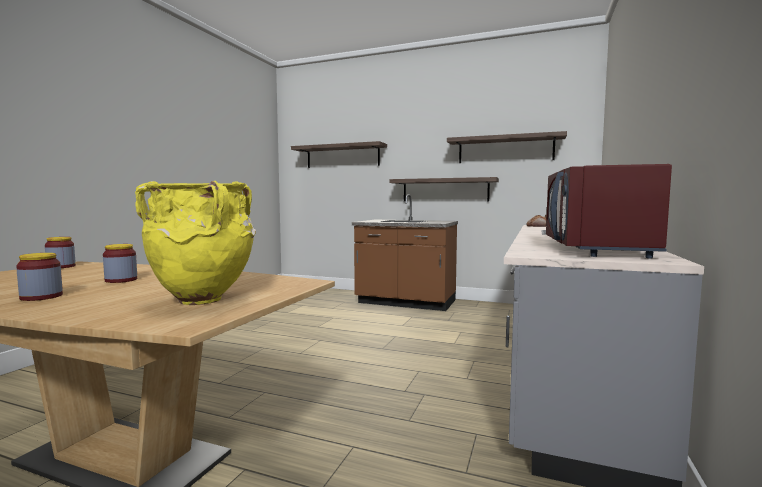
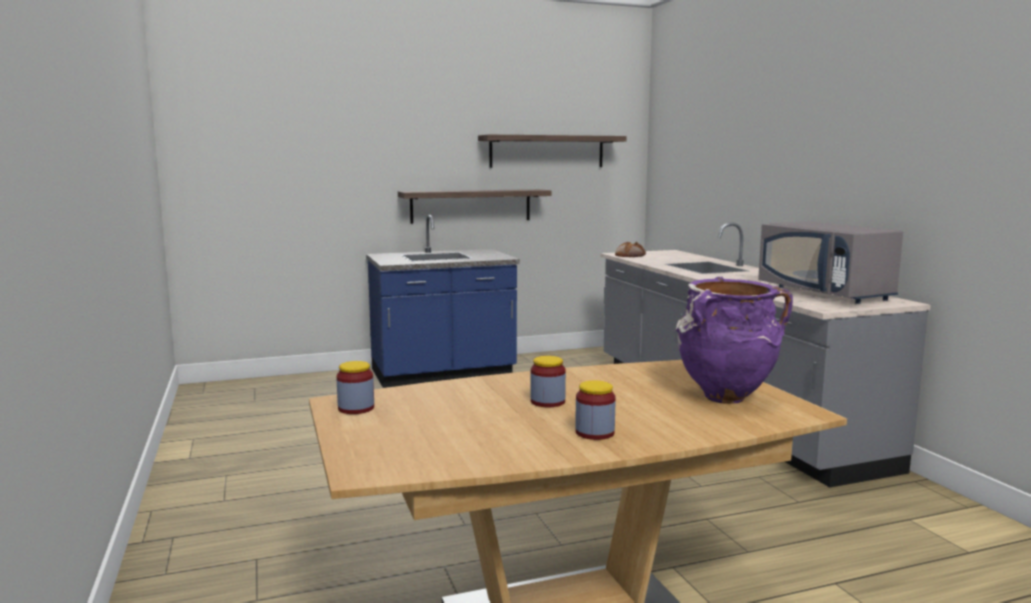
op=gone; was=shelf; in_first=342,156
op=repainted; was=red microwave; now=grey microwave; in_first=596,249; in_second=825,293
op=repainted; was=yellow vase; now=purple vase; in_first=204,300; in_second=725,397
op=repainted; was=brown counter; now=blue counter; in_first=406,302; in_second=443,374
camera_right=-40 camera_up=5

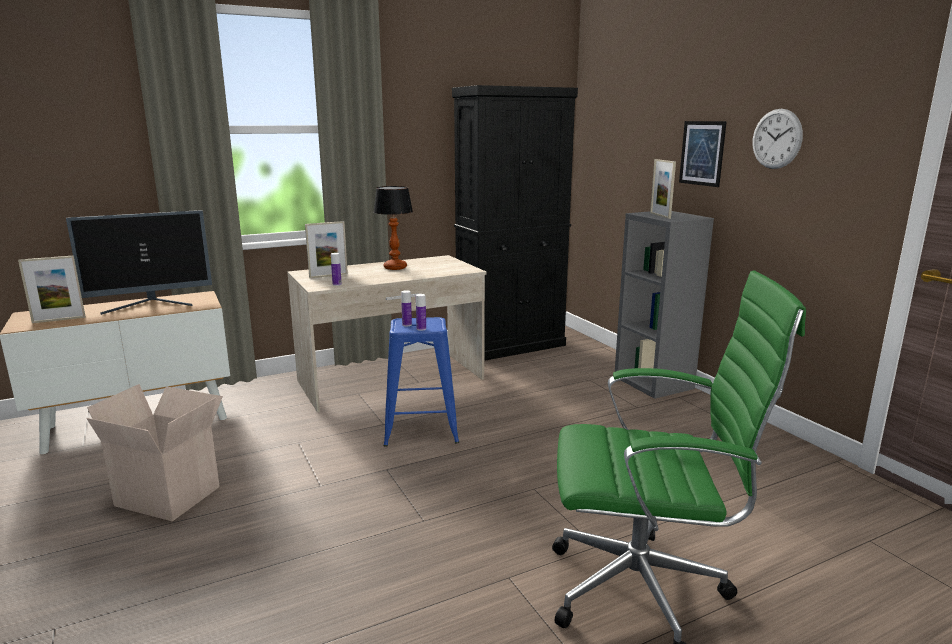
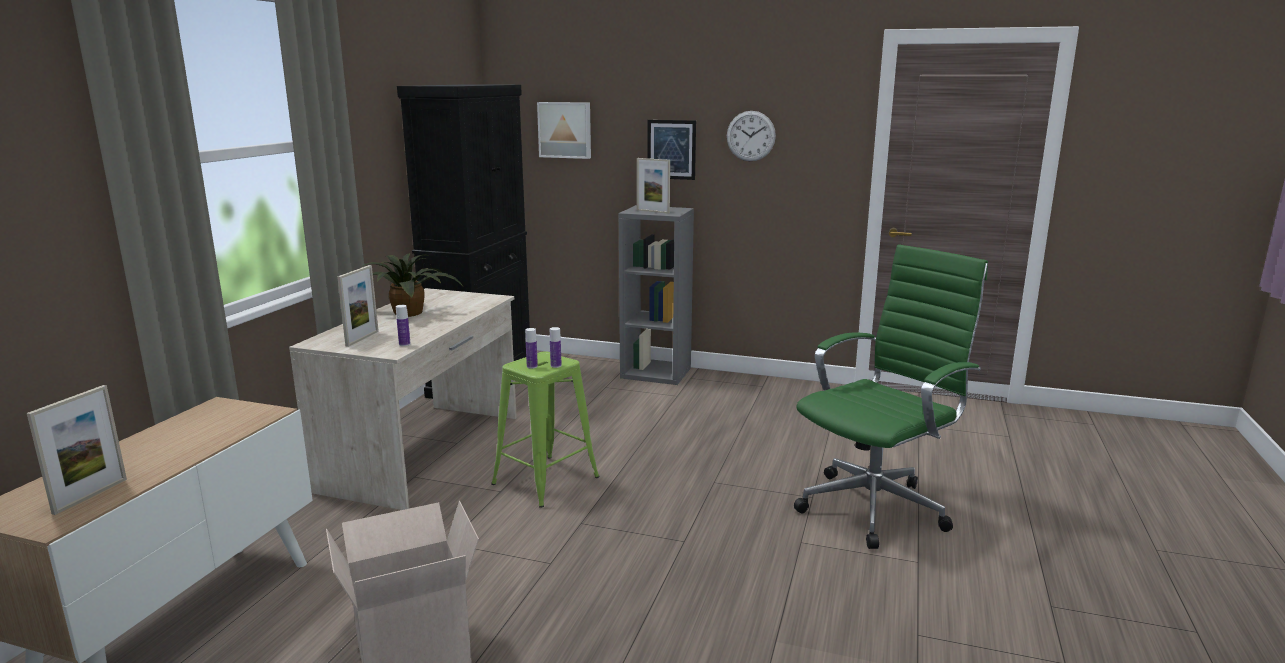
op=swapped; was=table lamp; now=potted plant; in_first=395,267; in_second=411,312
op=gone; was=monitor; in_first=151,305
op=repainted; was=blue stool; now=green stool; in_first=422,429; in_second=546,480
op=new; now=picture; in_second=565,130
camera_right=-45 camera_up=0

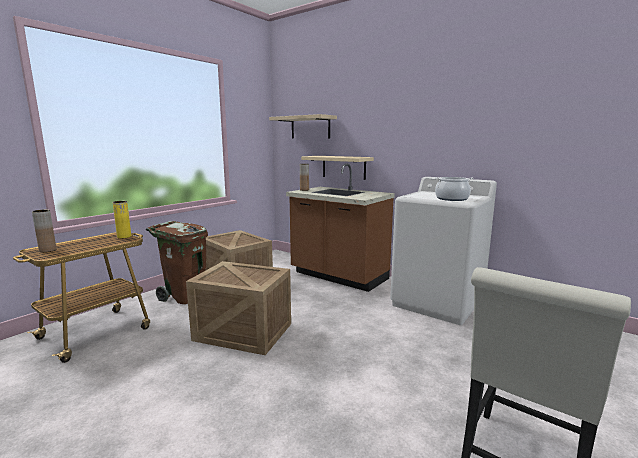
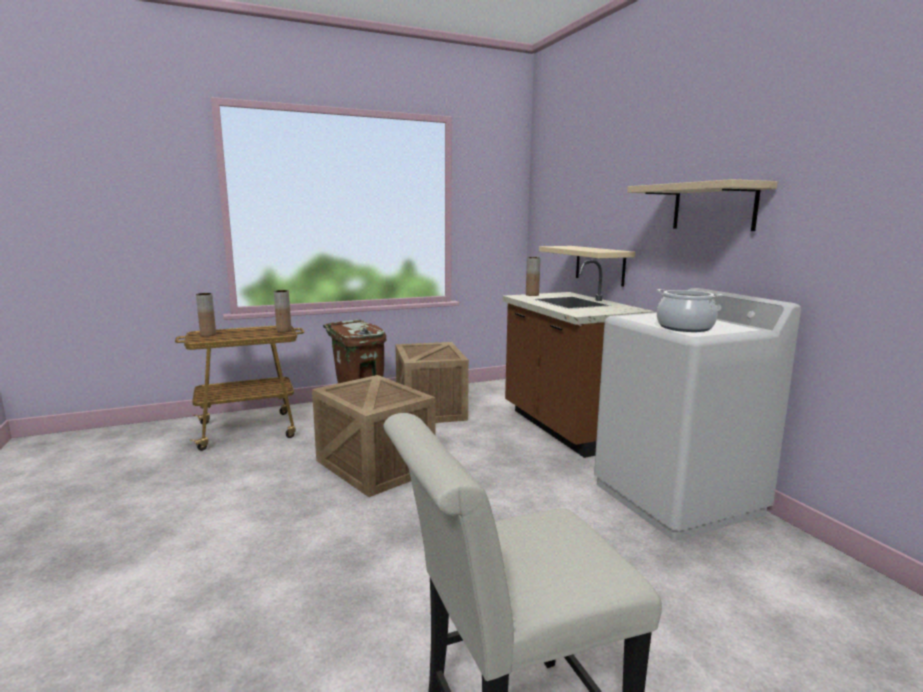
op=shifted; was=beige shelf; in_first=310,127; in_second=713,207
op=repainted; was=yellow vase; now=brown vase; in_first=124,237; in_second=284,330
camera_right=30 camera_up=0

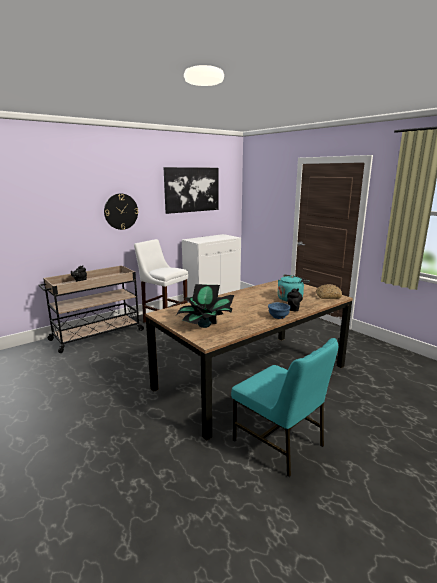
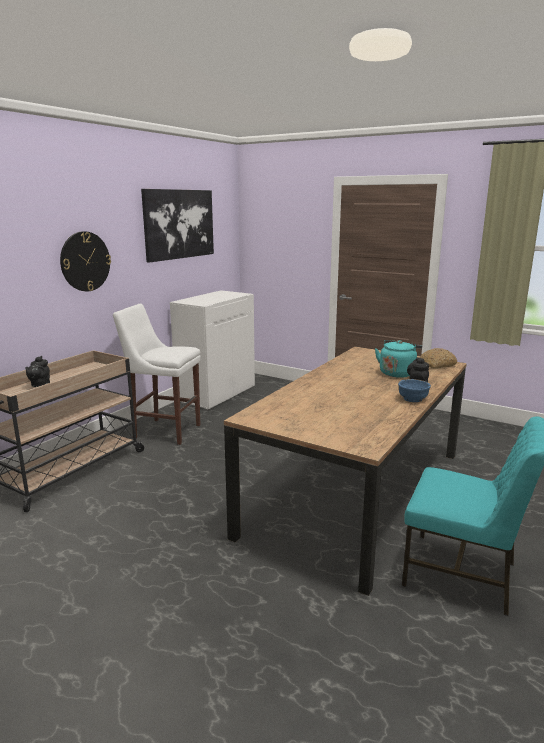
op=gone; was=potted plant; in_first=205,325
camera_right=-20 camera_up=0

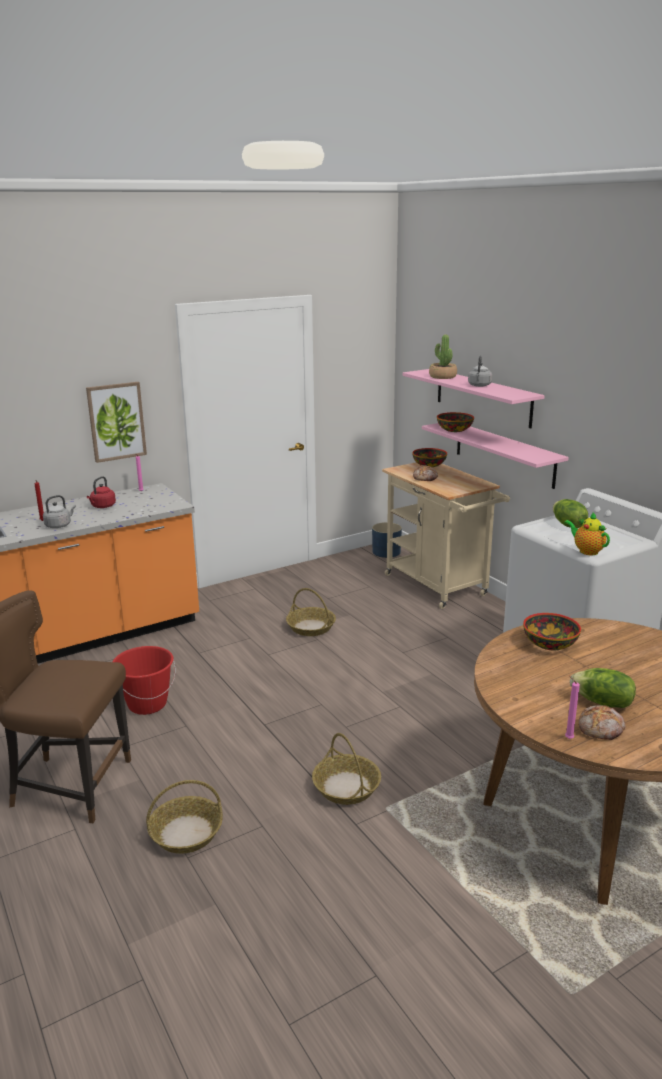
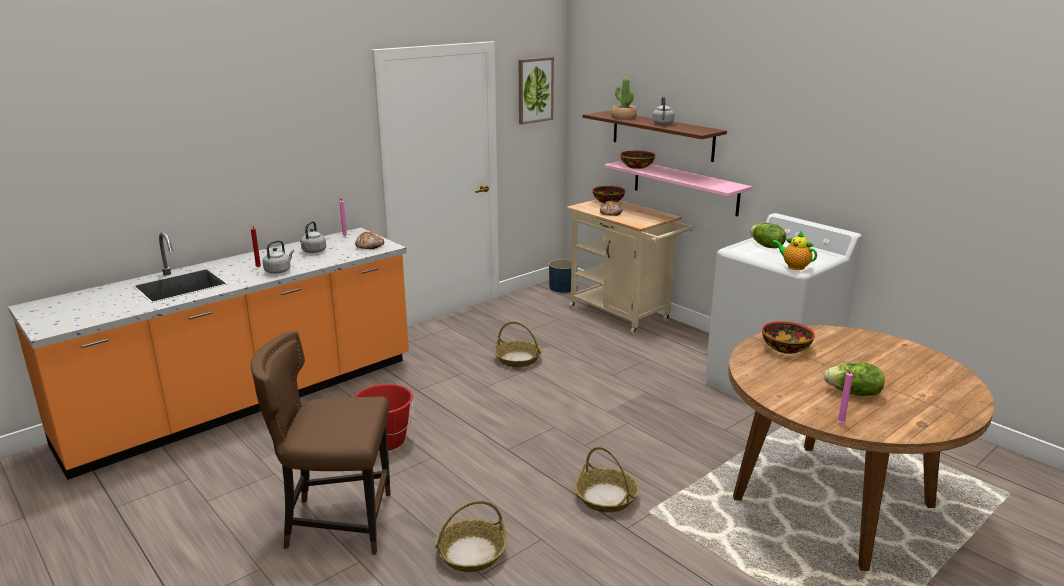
op=repainted; was=pink shelf; now=brown shelf; in_first=483,397; in_second=662,135
op=shifted; was=picture; in_first=116,421; in_second=535,90
op=repainted; was=red kettle; now=grey kettle; in_first=102,506; in_second=313,251
op=shifted; was=bread; in_first=601,729; in_second=370,246
camera_right=-10 camera_up=0

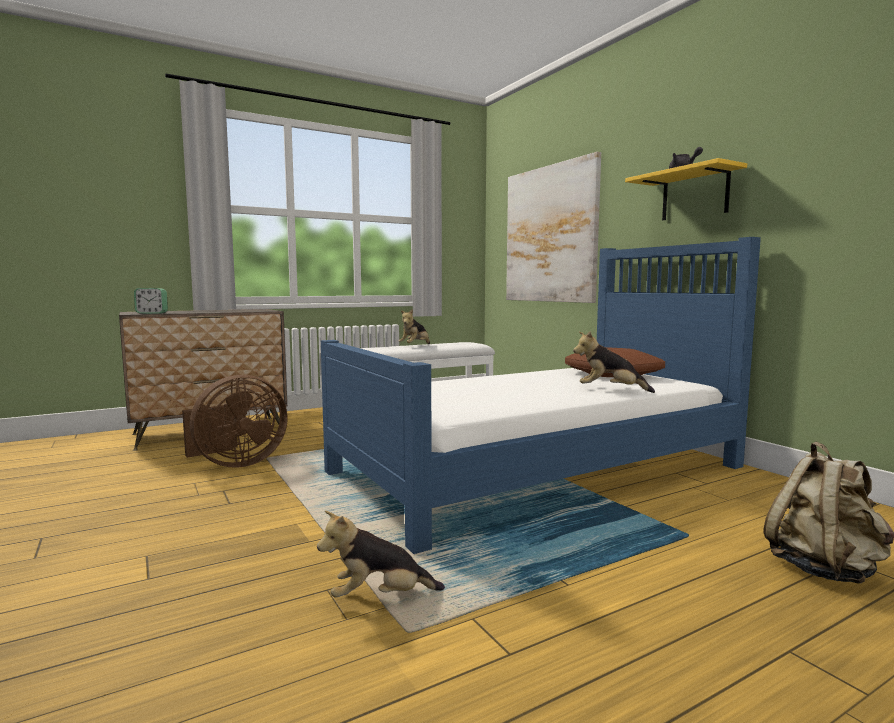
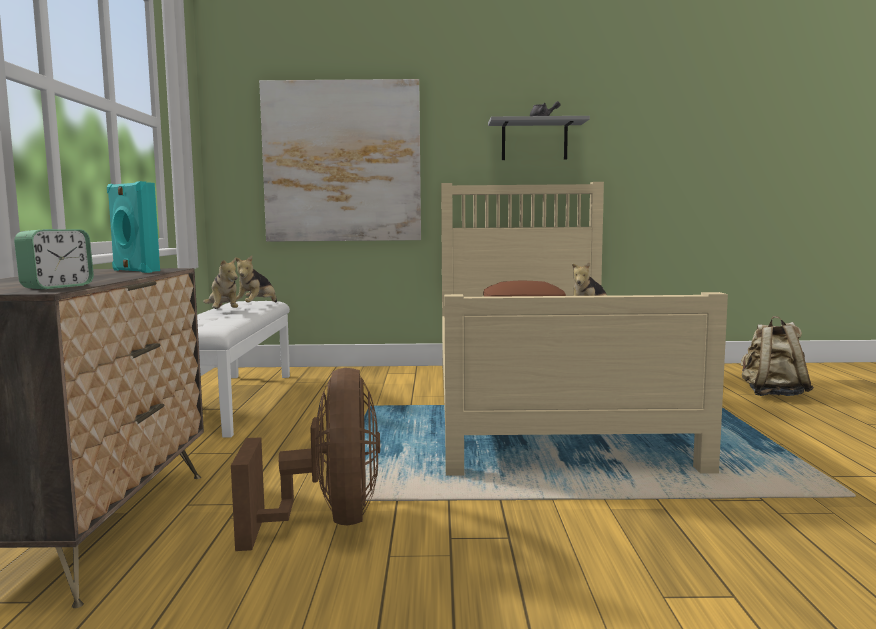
op=repainted; was=yellow shelf; now=grey shelf; in_first=695,195; in_second=534,140
op=repainted; was=blue bed; now=beige bed; in_first=538,469; in_second=542,405
op=shifted; was=plush toy; in_first=379,597; in_second=256,306
op=new; now=turquoise speaker; in_second=134,271
camera_right=-60 camera_up=0

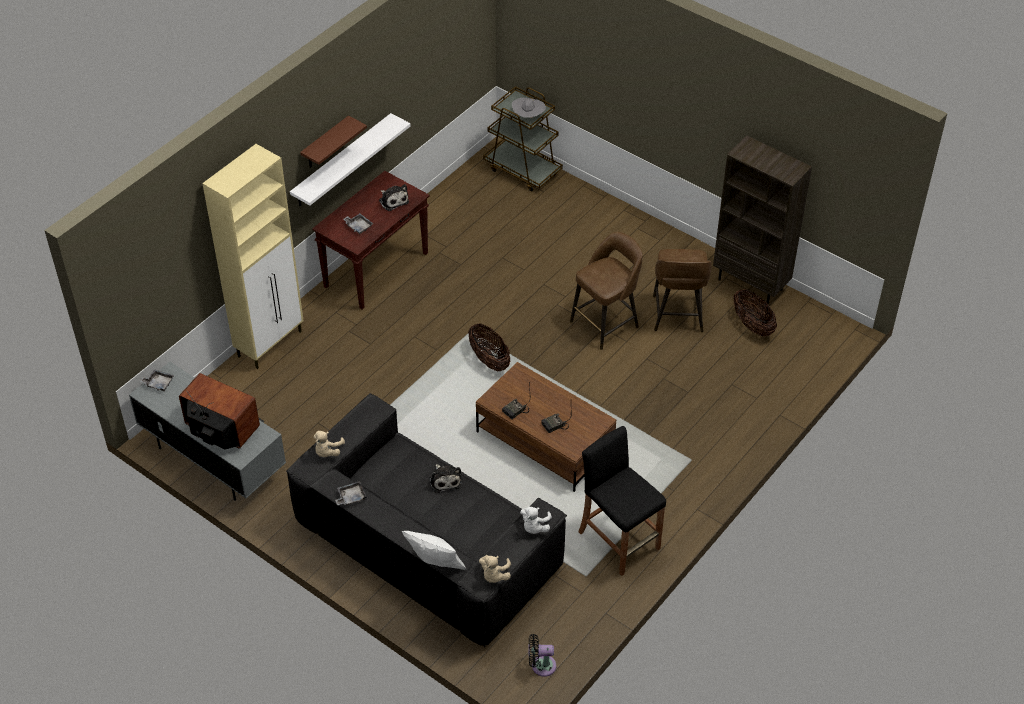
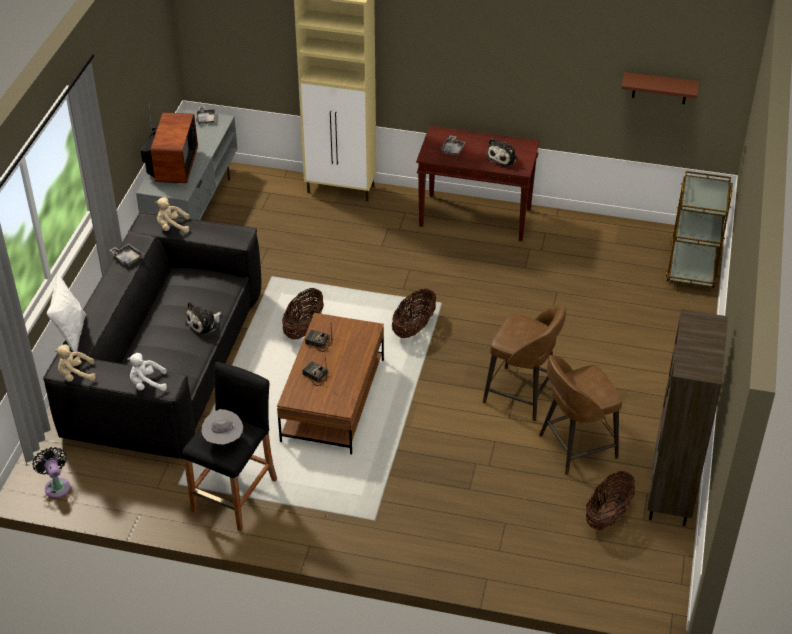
op=shifted; was=grey hat; in_first=528,117; in_second=223,440
op=gone; was=white shelf; in_first=342,161
op=shifted; was=brown shelf; in_first=325,143; in_second=660,88
op=new; now=basket; in_second=304,328
camera_right=65 camera_up=-5

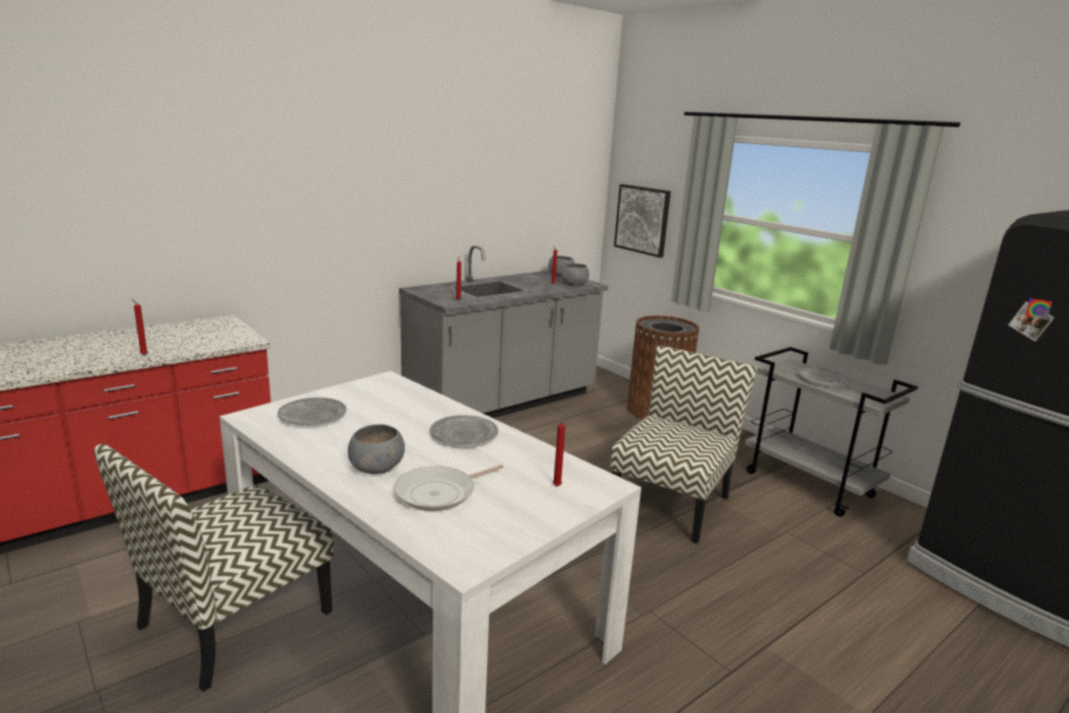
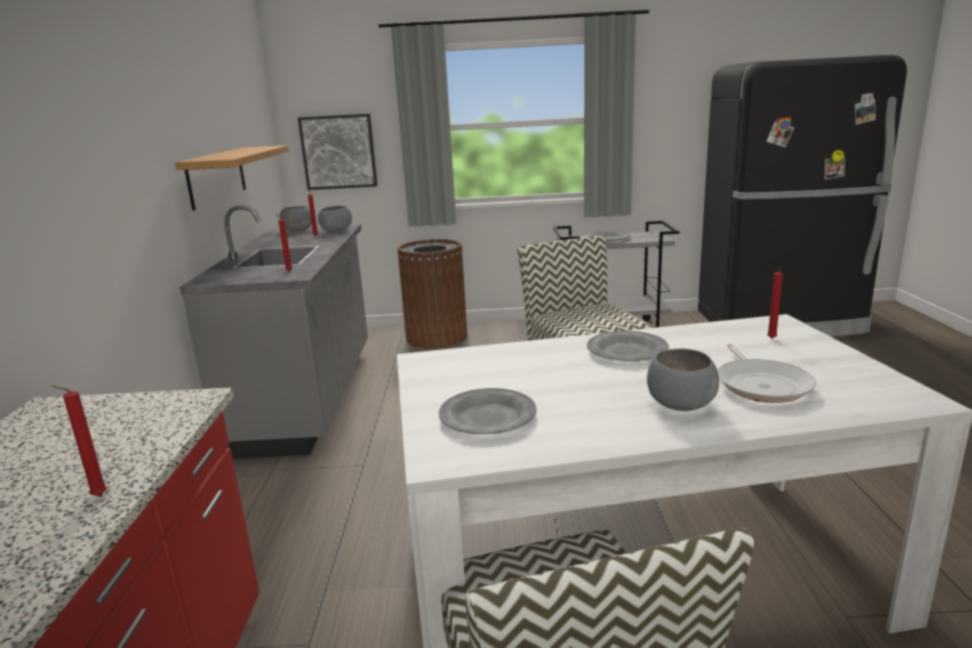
op=new; now=shelf; in_second=217,176
camera_right=-50 camera_up=0

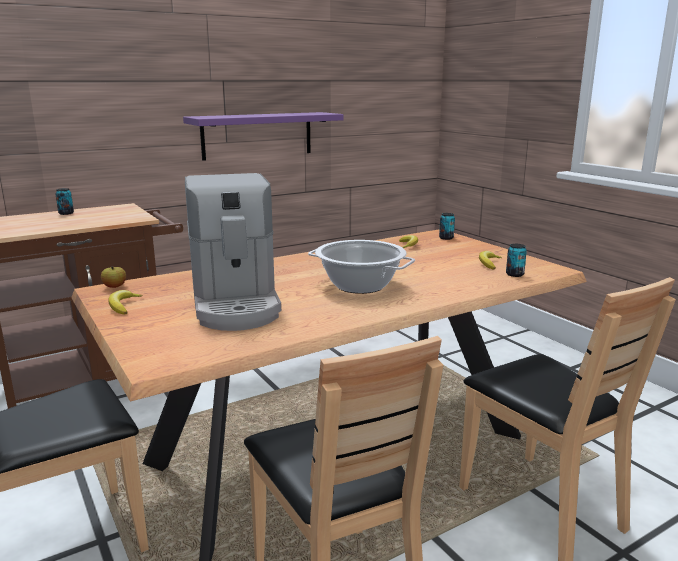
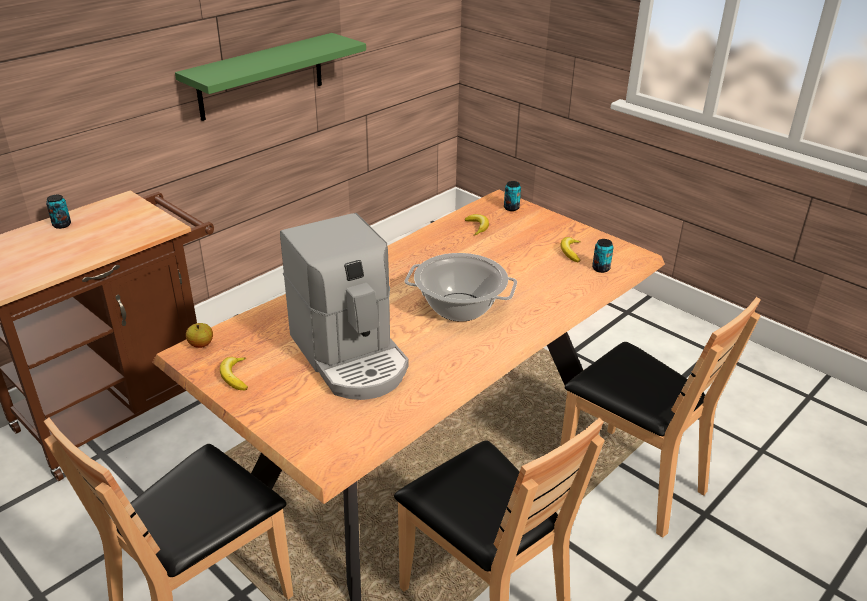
op=repainted; was=purple shelf; now=green shelf; in_first=257,135; in_second=261,76
camera_right=-15 camera_up=15

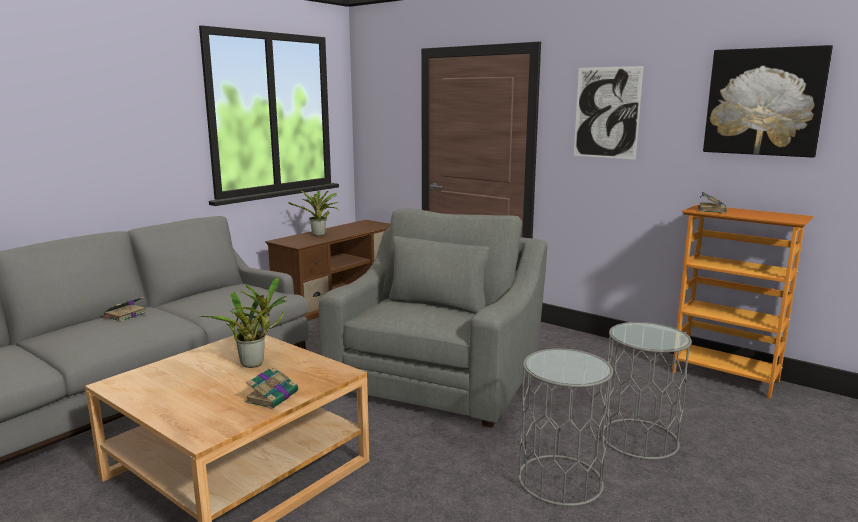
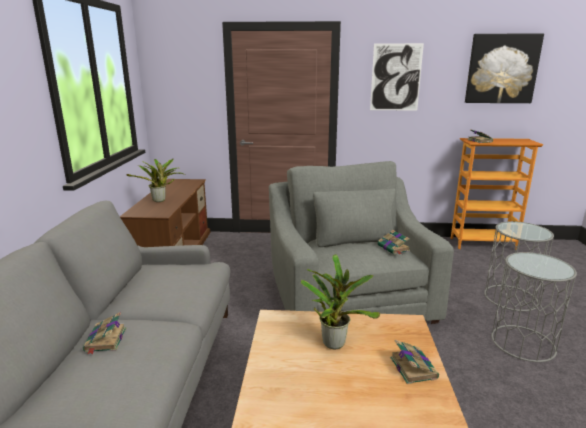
op=new; now=book; in_second=393,248
camera_right=-35 camera_up=5

